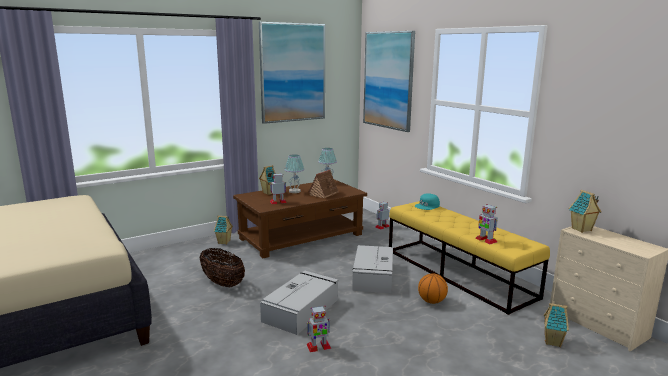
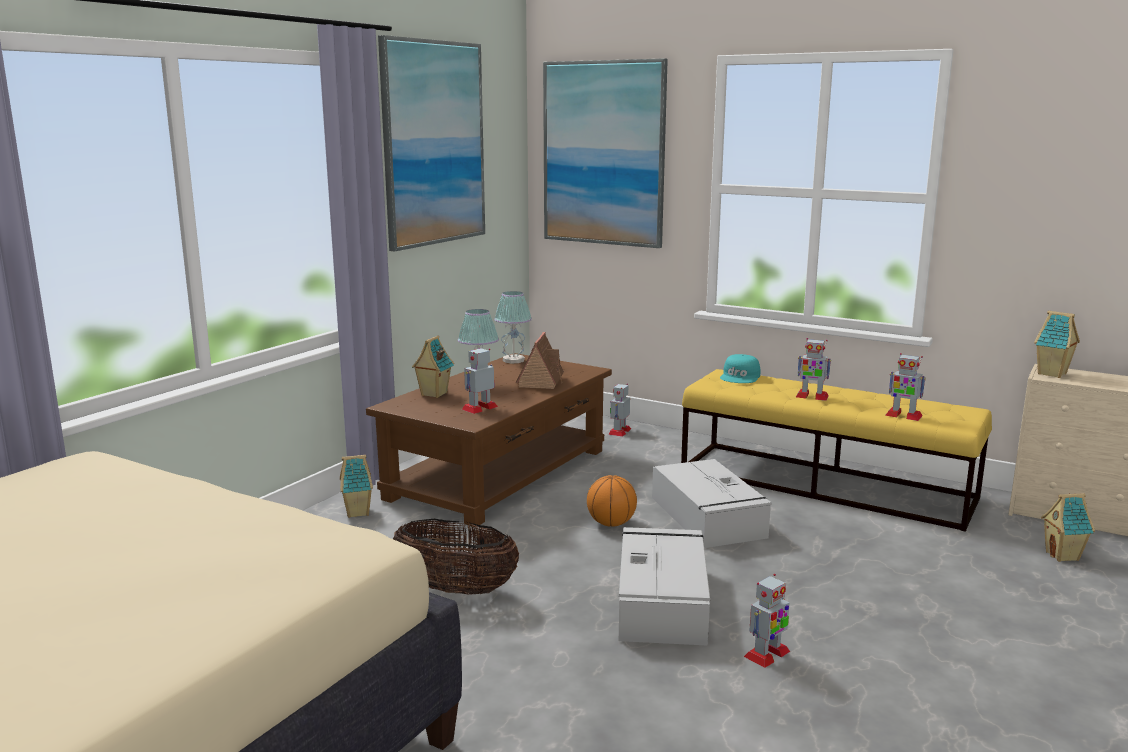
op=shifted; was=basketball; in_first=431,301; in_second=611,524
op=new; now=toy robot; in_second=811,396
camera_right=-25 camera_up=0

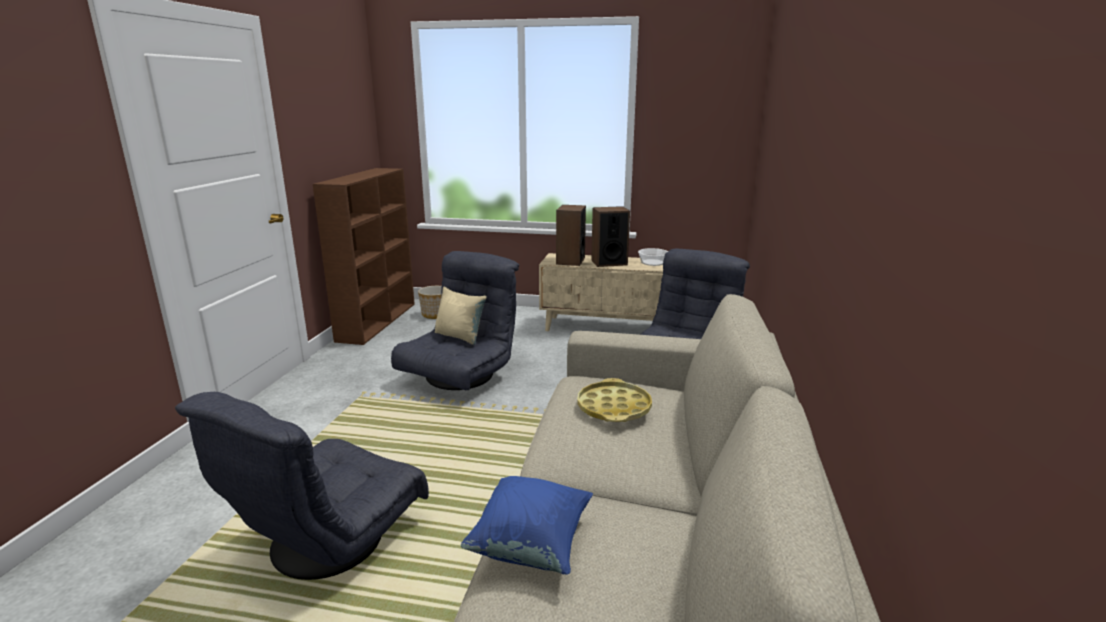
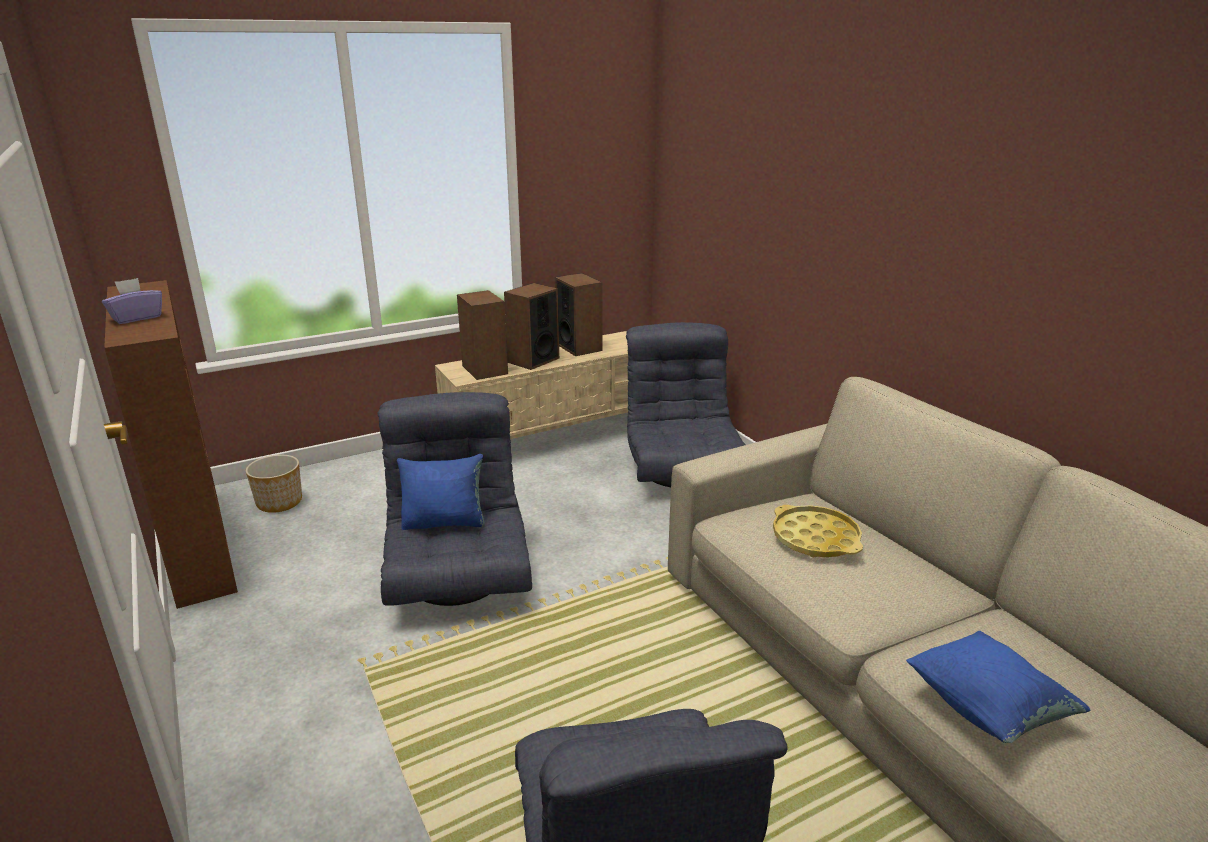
op=swapped; was=bowl; now=speaker; in_first=653,262; in_second=579,347
op=repainted; was=beige pillow; now=blue pillow; in_first=460,336; in_second=445,522
op=new; now=purple tissue box; in_second=136,318
camera_right=-40 camera_up=5

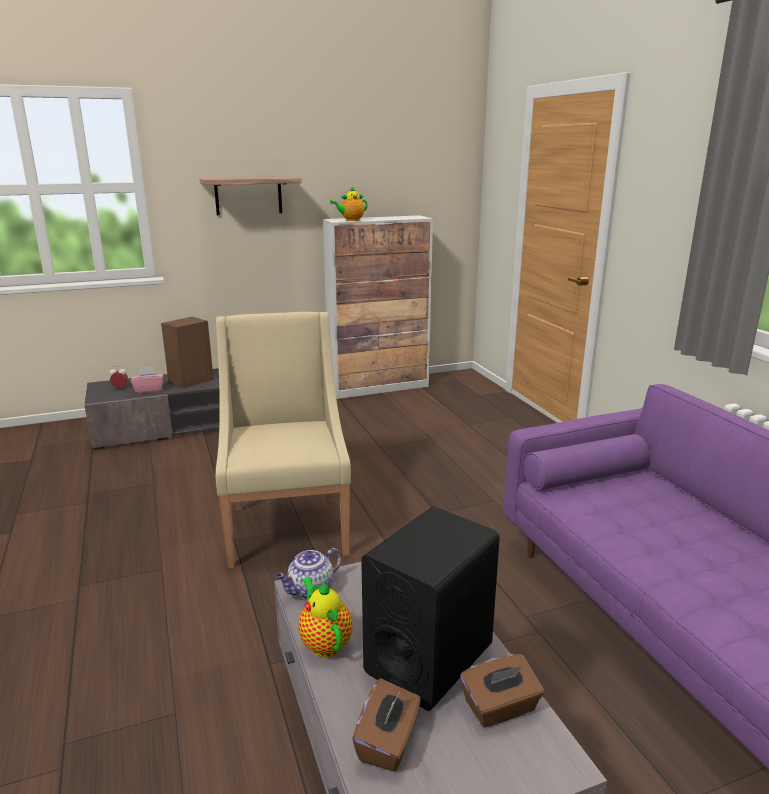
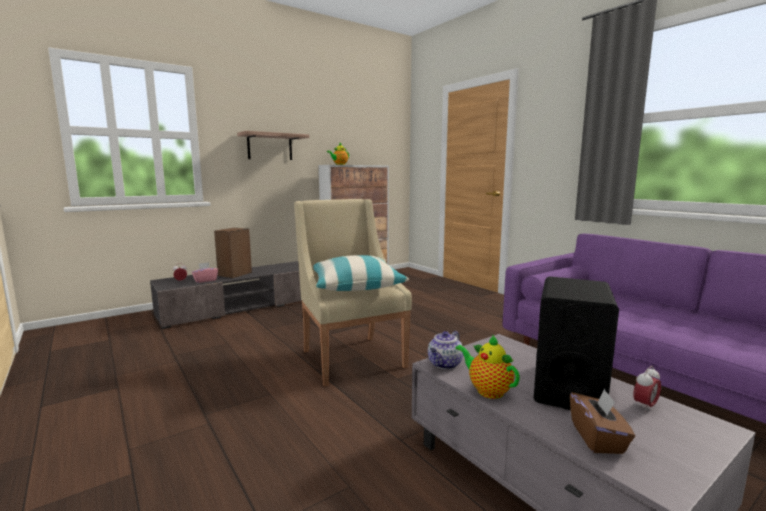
op=swapped; was=brown tissue box; now=alarm clock; in_first=500,708; in_second=645,406
op=new; now=pillow; in_second=355,285
camera_right=-15 camera_up=-10

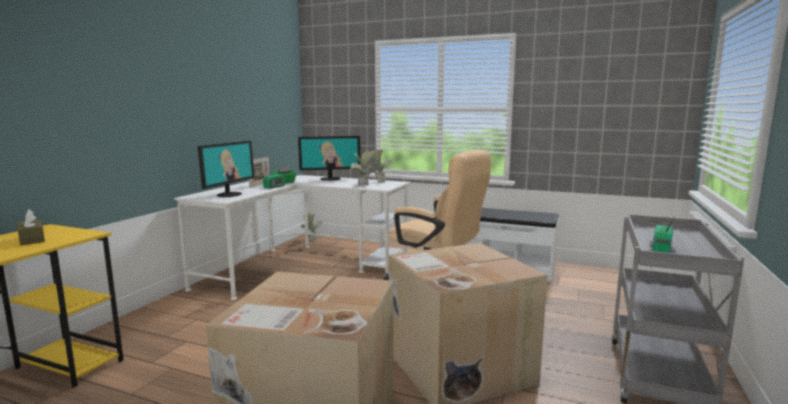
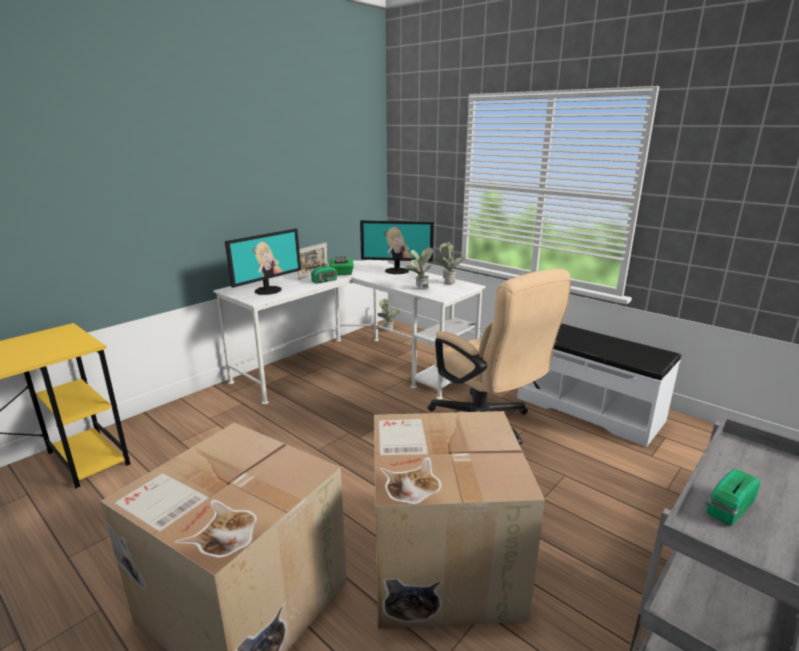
op=gone; was=brown tissue box; in_first=32,239
camera_right=20 camera_up=10

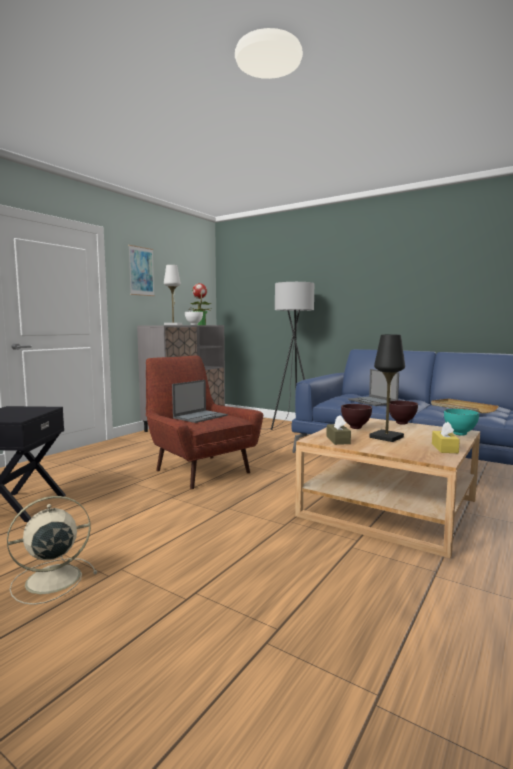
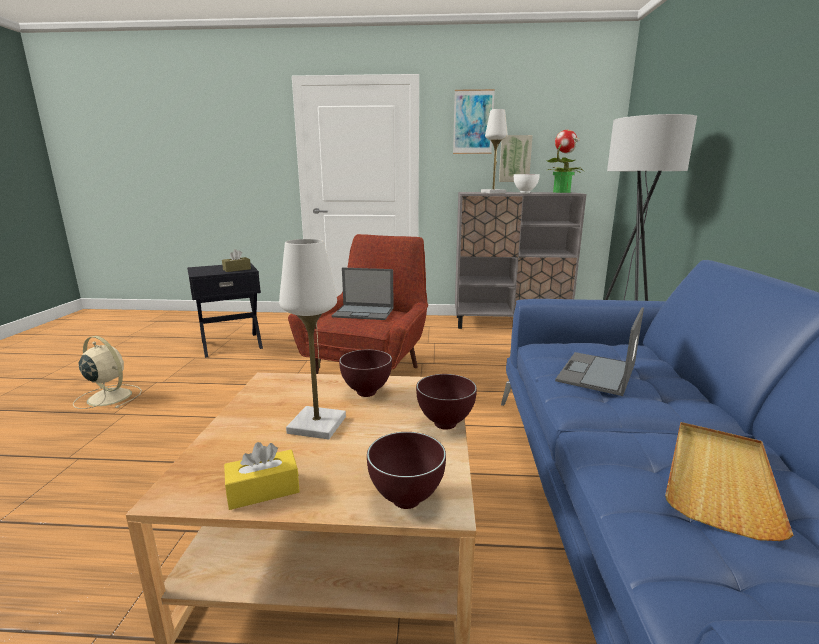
op=repainted; was=black table lamp; now=white table lamp; in_first=386,437; in_second=317,425
op=repainted; was=turquoise bowl; now=brown bowl; in_first=459,434; in_second=404,500
op=shifted; was=brown tissue box; in_first=338,440; in_second=237,269
op=new; now=picture; in_second=515,159
camera_right=60 camera_up=10

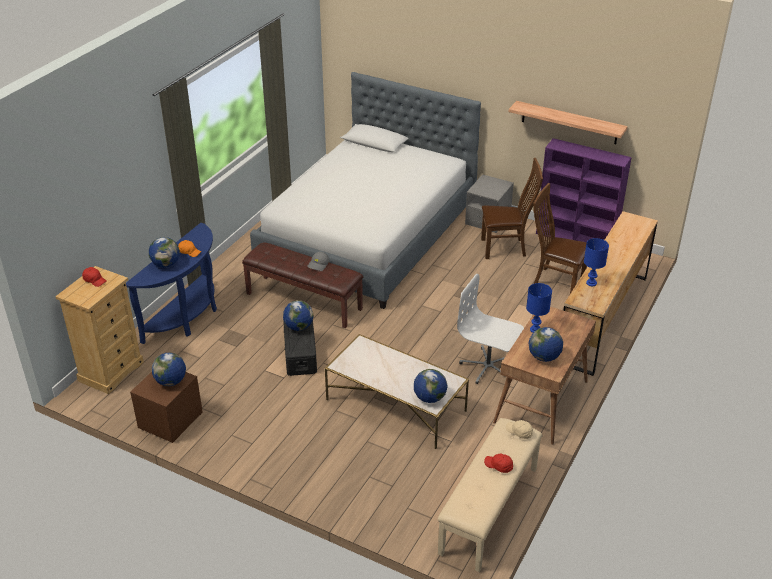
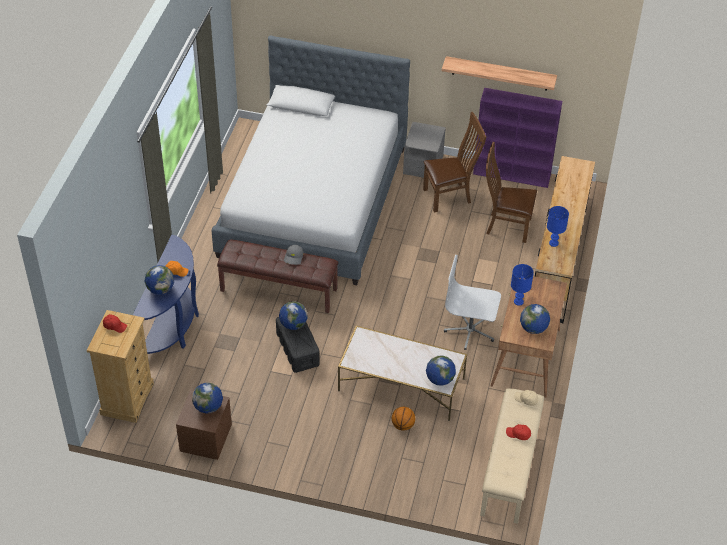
op=new; now=basketball; in_second=402,425
camera_right=-15 camera_up=10

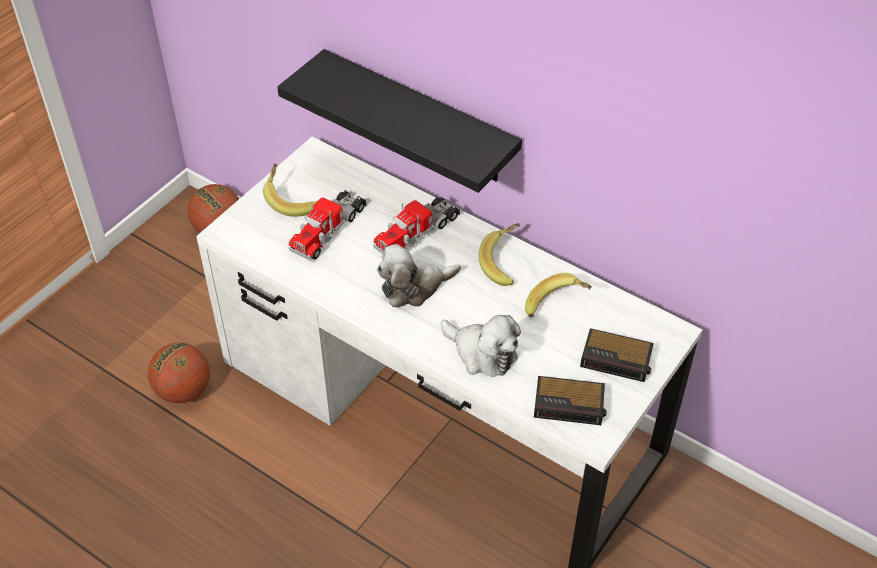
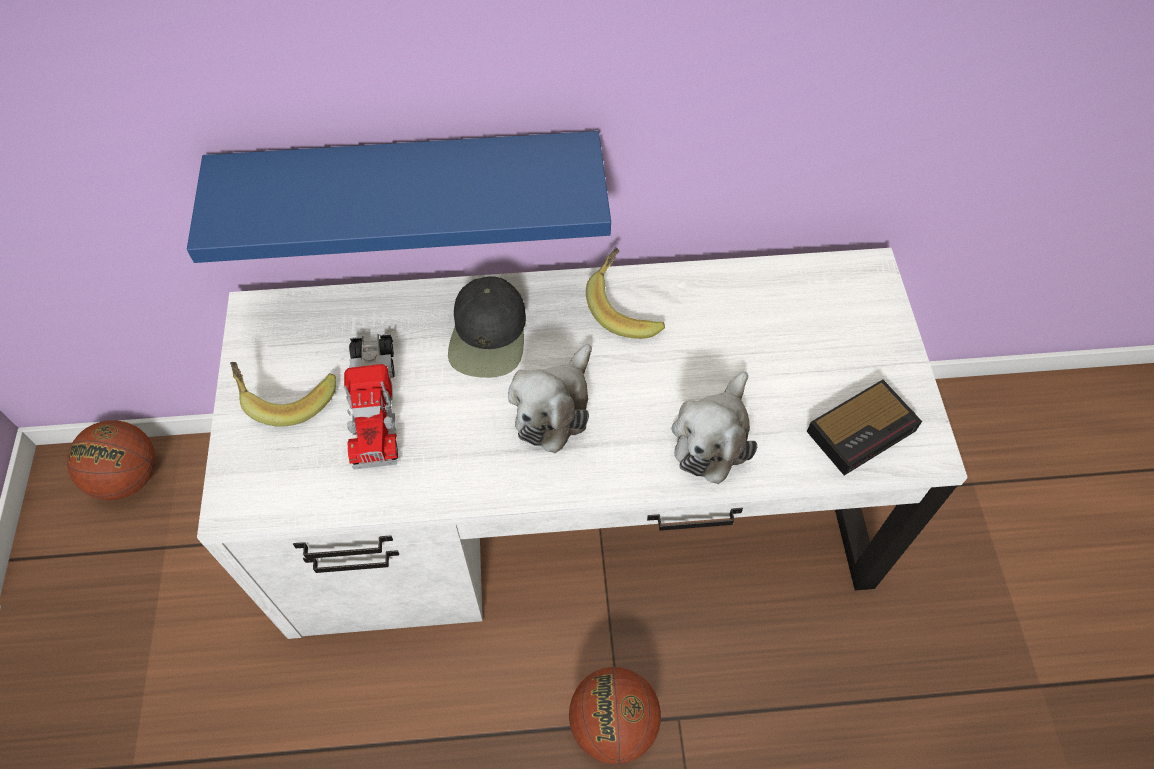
op=repainted; was=black shelf; now=blue shelf; in_first=419,118; in_second=410,181
op=swapped; was=toy truck; now=black cap; in_first=417,232; in_second=489,335
op=gone; was=banana; in_first=557,306
op=rotated; was=plush toy; in_first=482,353; in_second=713,437; clockwise=120
op=gone; was=alarm clock; in_first=617,359
op=shifted; was=basketball; in_first=183,390; in_second=613,724
camera_right=-40 camera_up=10

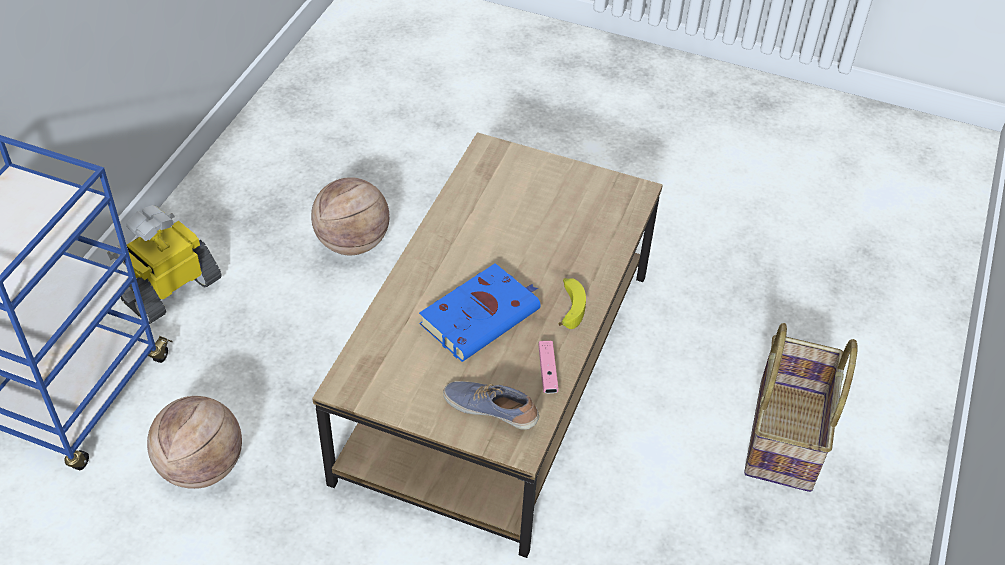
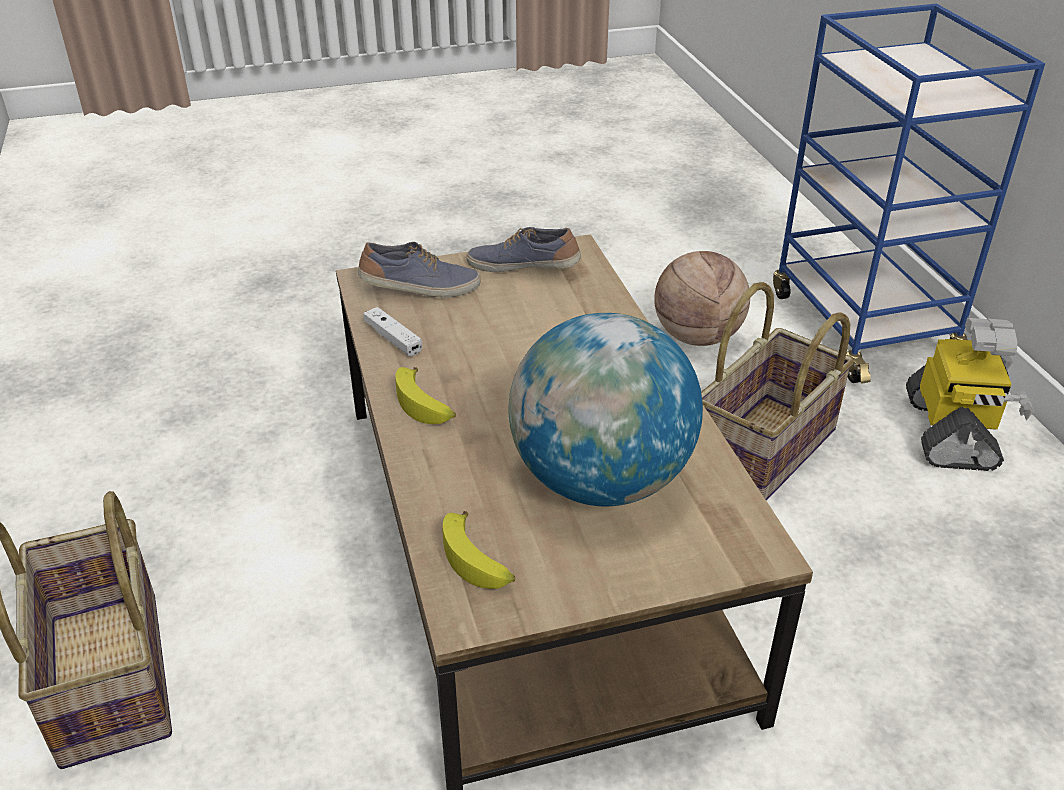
op=gone; was=basketball; in_first=352,243
op=gone; was=blue book; in_first=482,315
op=repainted; was=pink game controller; now=white game controller; in_first=547,372; in_second=393,339
op=new; now=shoe; in_second=523,267
op=new; now=basket; in_second=765,451
op=new; now=globe; in_second=600,481
op=new; now=banana; in_second=478,561
camera_right=145 camera_up=-10

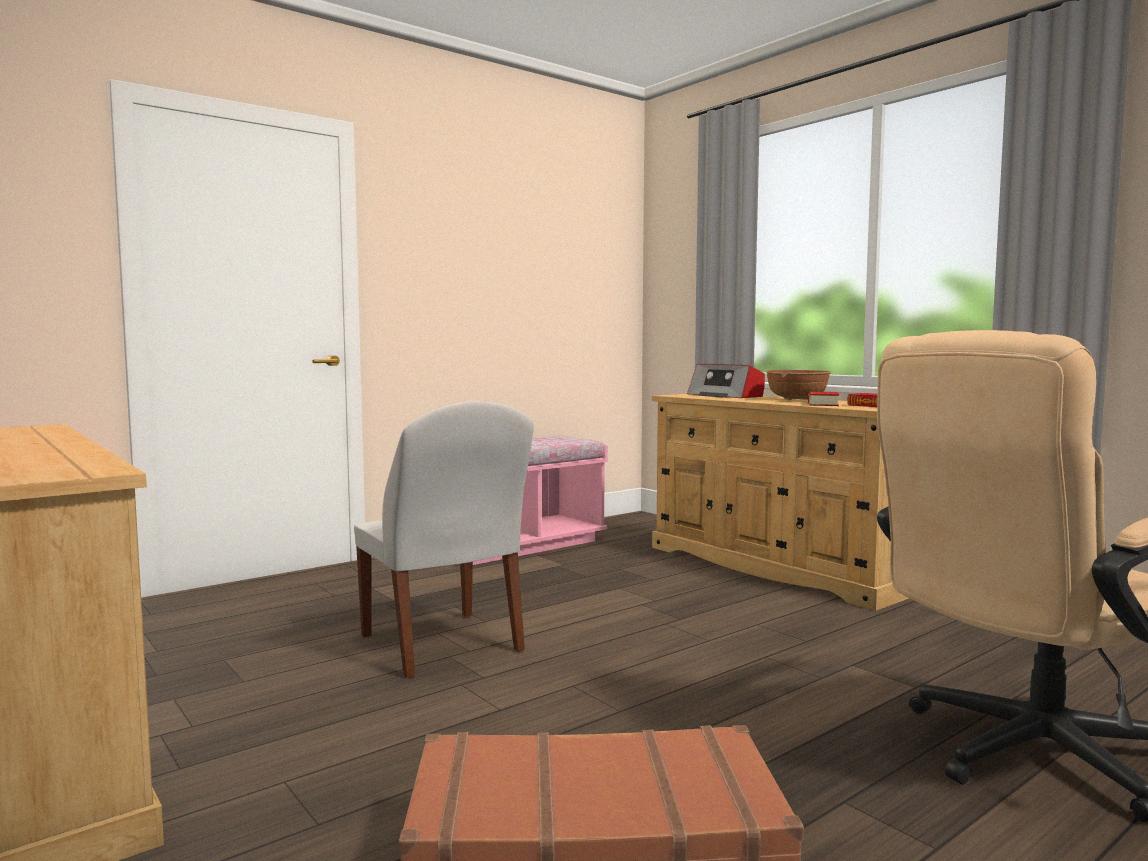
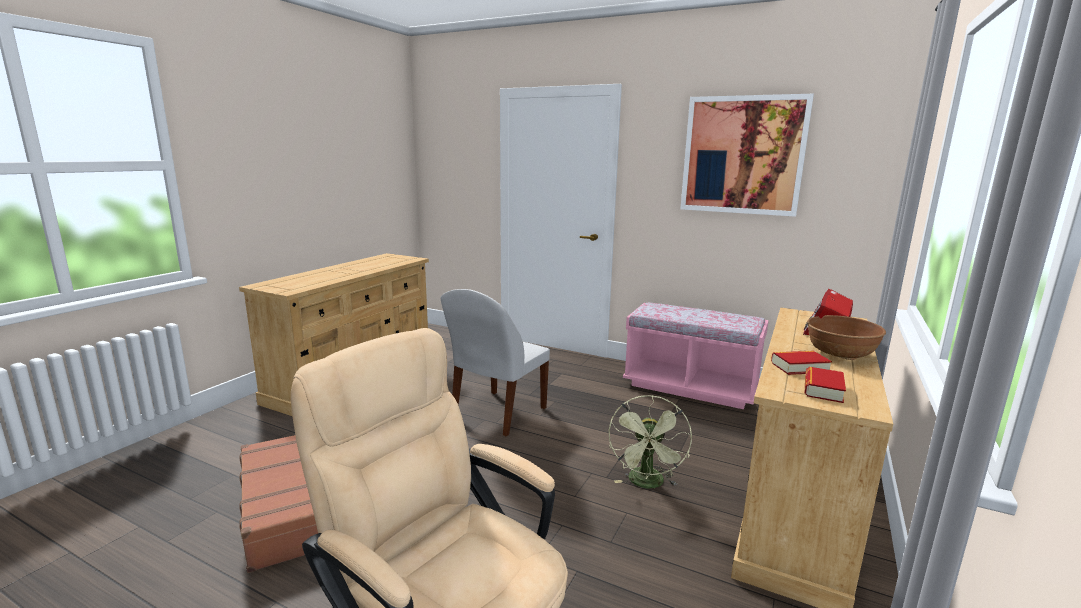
op=new; now=picture; in_second=742,155
op=new; now=green fan; in_second=647,484
camera_right=65 camera_up=10

